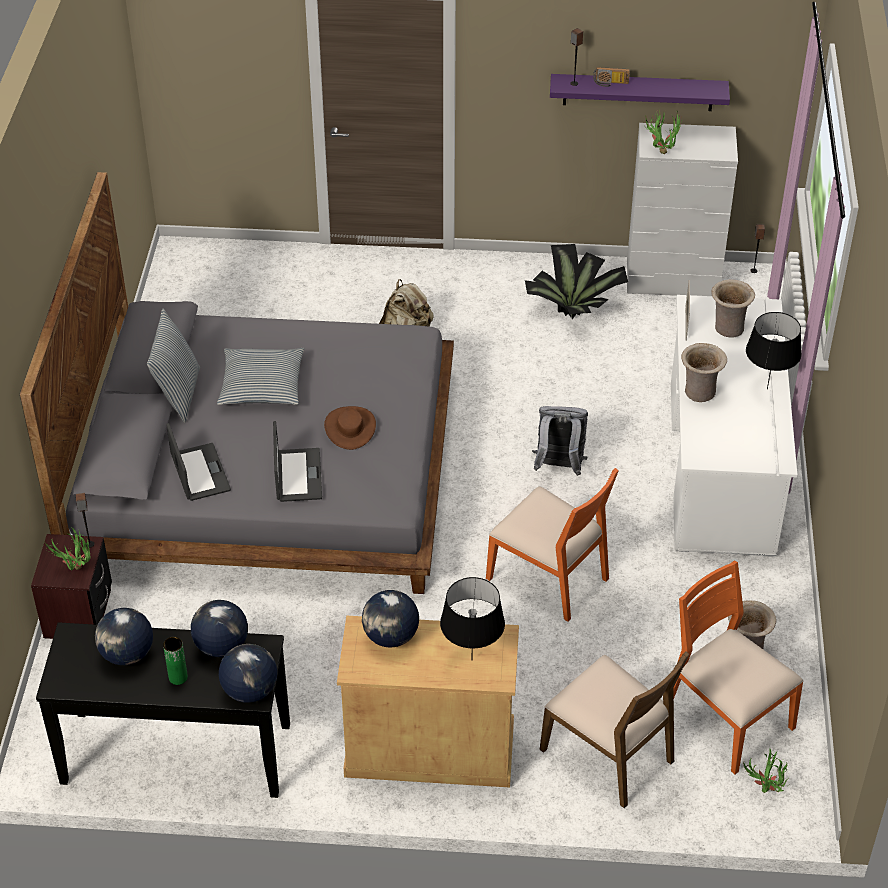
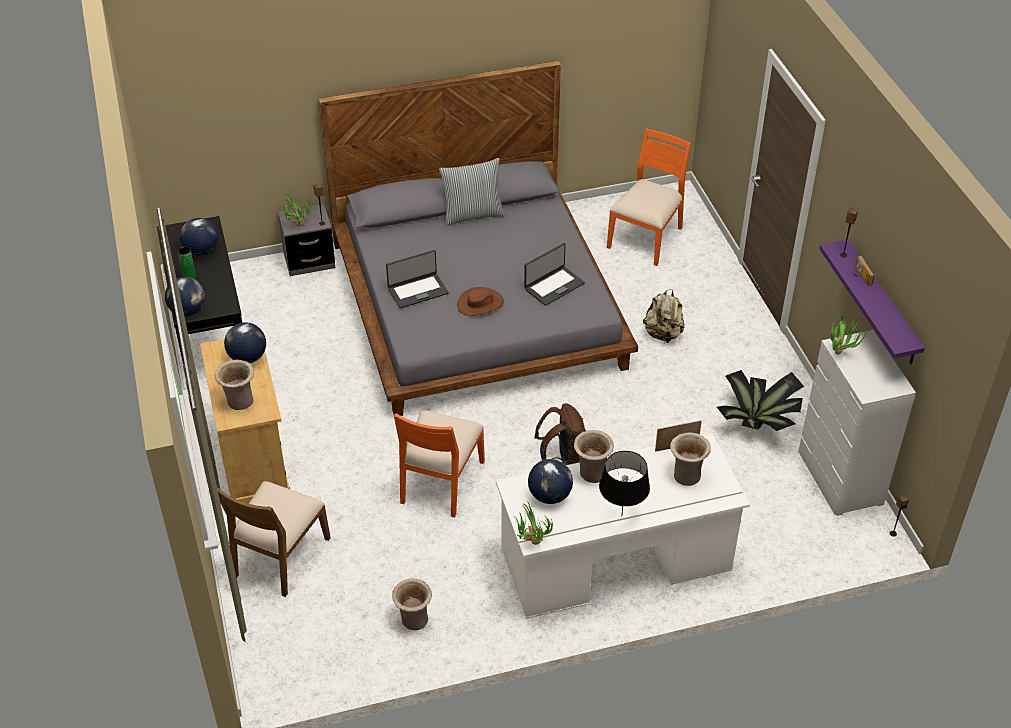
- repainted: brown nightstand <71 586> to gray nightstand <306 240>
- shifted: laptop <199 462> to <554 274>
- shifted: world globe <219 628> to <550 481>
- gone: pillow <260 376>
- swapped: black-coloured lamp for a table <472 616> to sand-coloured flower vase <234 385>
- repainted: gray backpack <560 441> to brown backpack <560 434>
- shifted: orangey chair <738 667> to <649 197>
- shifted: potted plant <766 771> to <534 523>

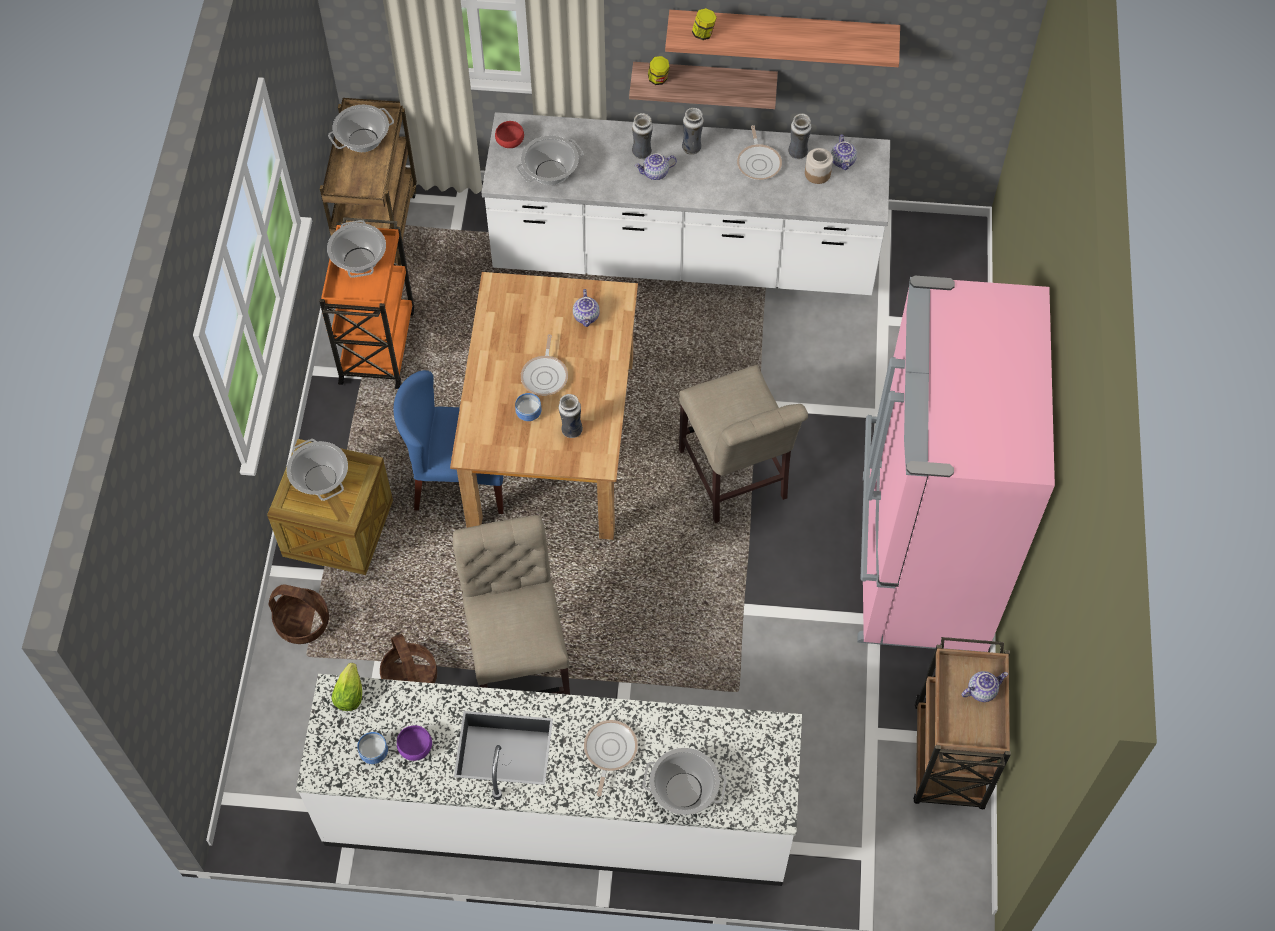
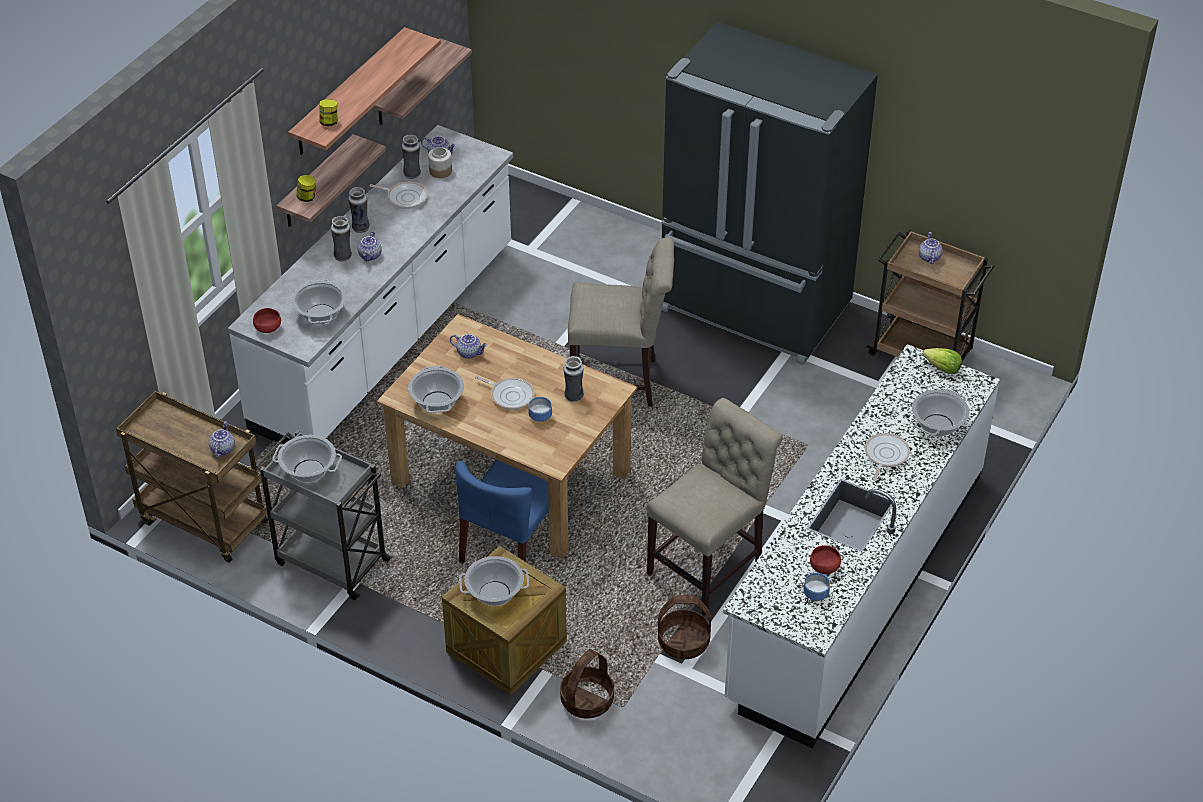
- repainted: orangey trolley <366 303> to gray trolley <324 515>
- shifted: stockpot <361 128> to <436 389>
- shifted: lettuce head <346 687> to <942 361>
- repainted: purple serving bowl <414 743> to red serving bowl <825 559>
- rotated: sand-coloured chair <511 605> = <715 507> 120 degrees clockwise
- rotated: skillet <611 758> = <887 456> 75 degrees clockwise
- repainted: pink-coloured kitchen fridge <956 463> to black-coloured kitchen fridge <770 193>
- new: tea pot <222 439>
- new: bracket shelf <422 81>

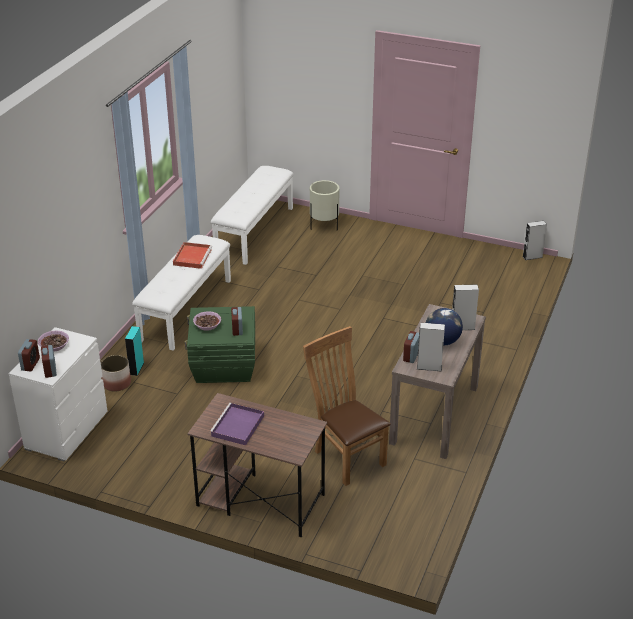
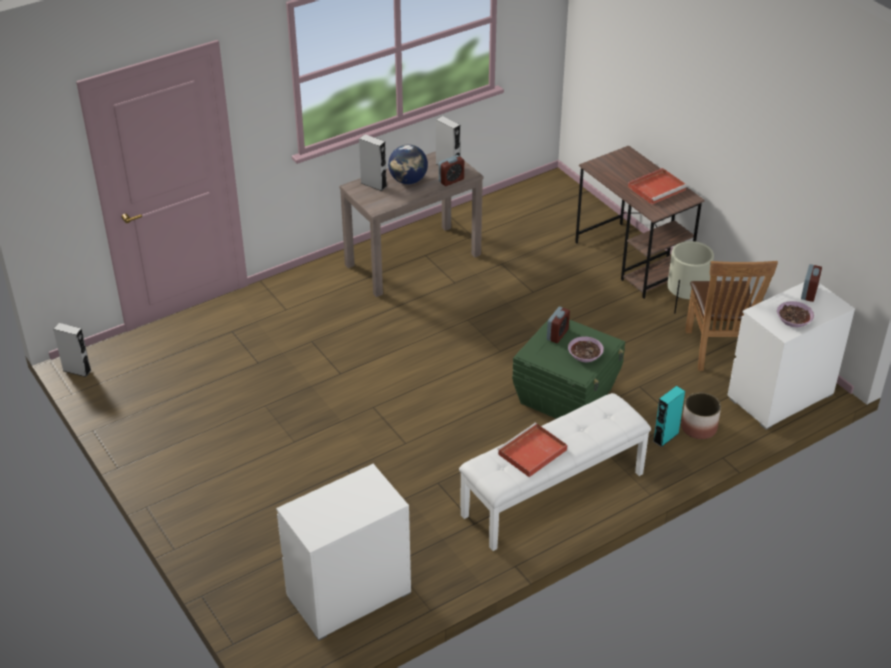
- gone: alarm clock <29 355>
- repainted: purple tray <237 424> to red tray <657 186>
- swapped: white indoor bench <252 215> to white dresser <343 552>
- shifted: brown chair <347 406> to <731 316>
- shifted: sand-coloured flower pot <324 205> to <690 277>

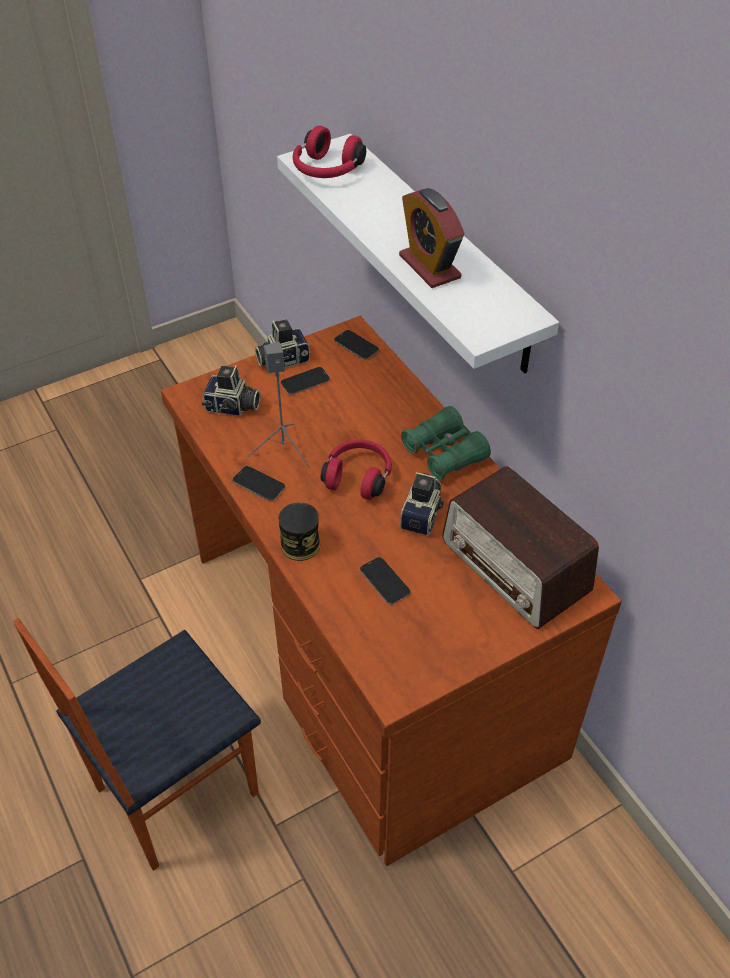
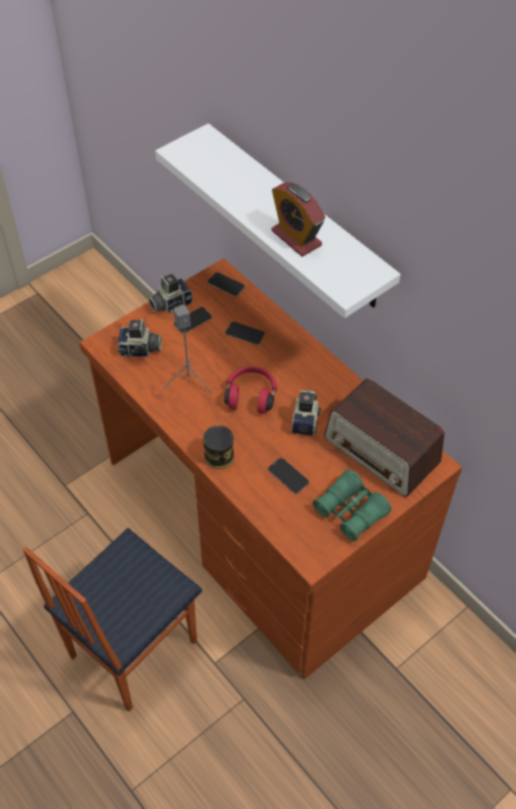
- shifted: phone <259 483> to <245 333>
- gone: red pair of headphones <329 152>
- shifted: green field glasses <446 443> to <352 505>

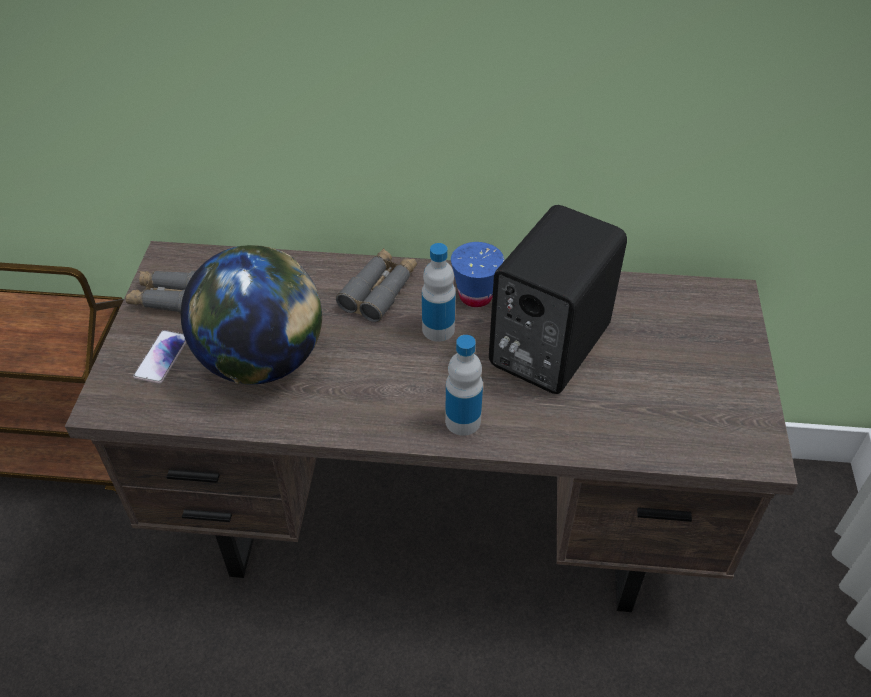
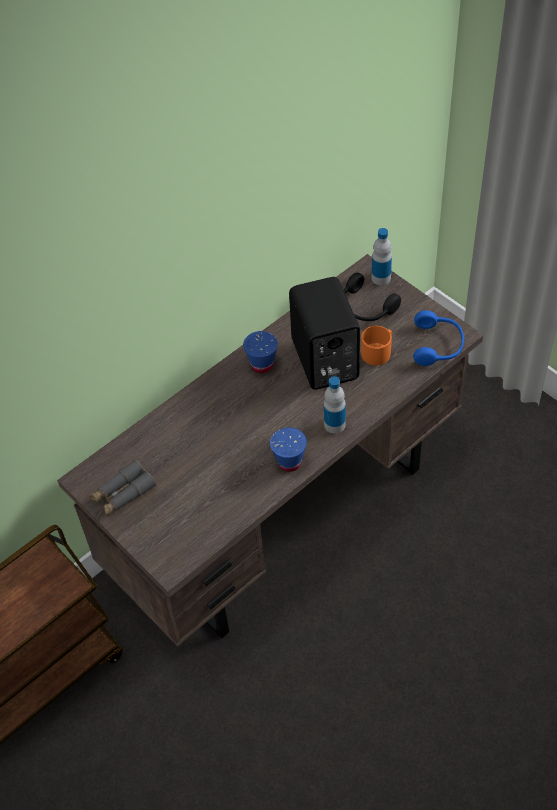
- gone: phone <159 357>
- gone: world globe <251 314>
- gone: gray field glasses <376 285>
- shifted: drink bottle <439 292> to <381 256>
- new: blue drinking cup <288 449>
- new: black-coloured pair of headphones <372 297>
- new: orangey tea mug <376 346>
- new: blue pair of headphones <439 338>

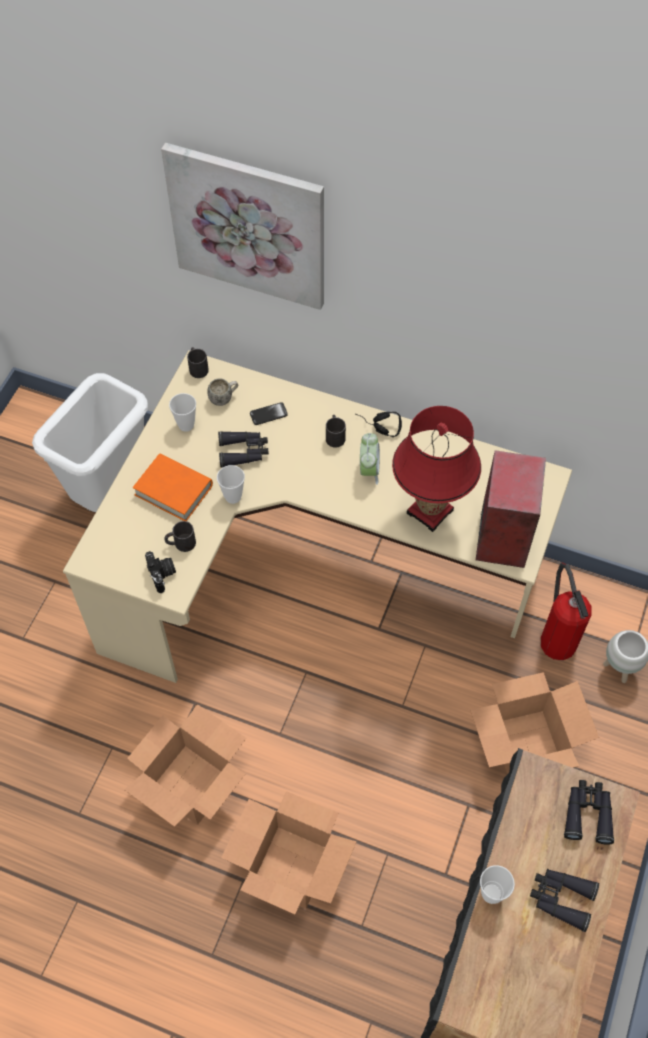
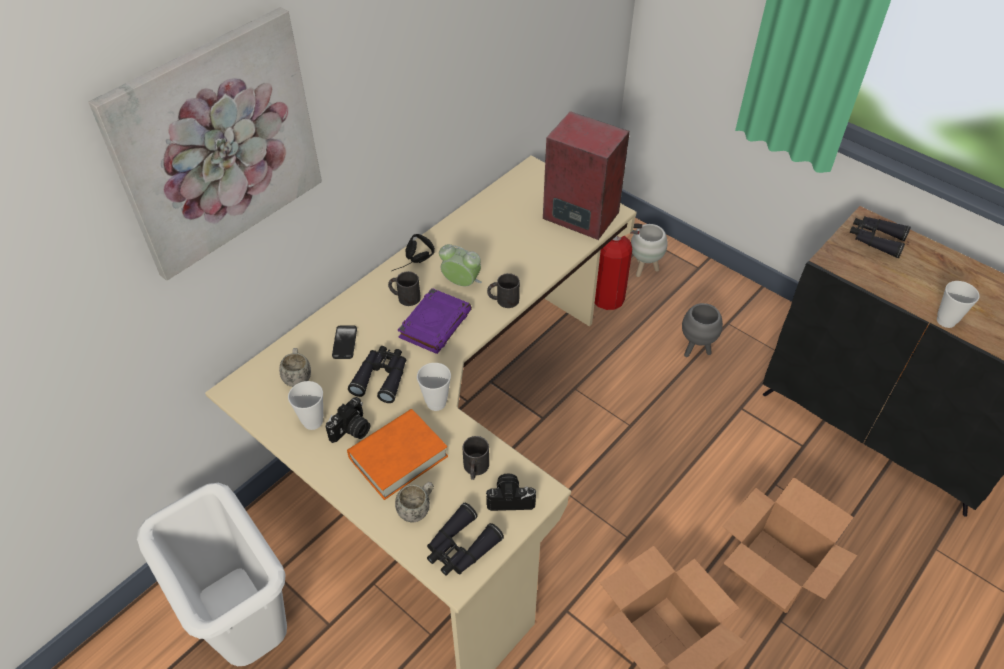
- shifted: black-coloured tea mug <198 362> to <503 290>
- gone: red lamp for a table <436 469>
- swapped: cardboard box <534 723> to gray flower pot <702 330>
- shifted: black-coloured field glasses <564 900> to <465 539>
- new: photo camera <348 420>
- new: white tea mug <414 502>
- new: purple bound book <435 321>

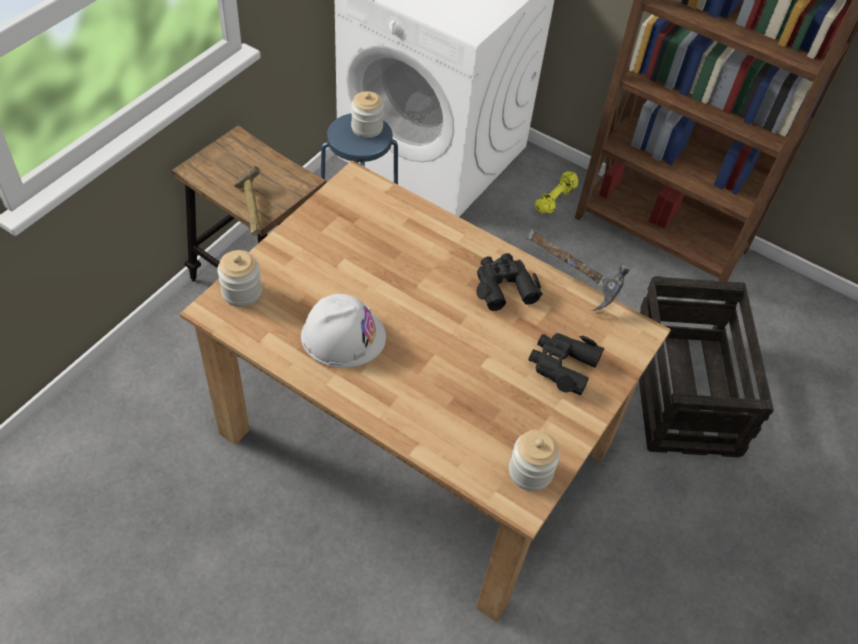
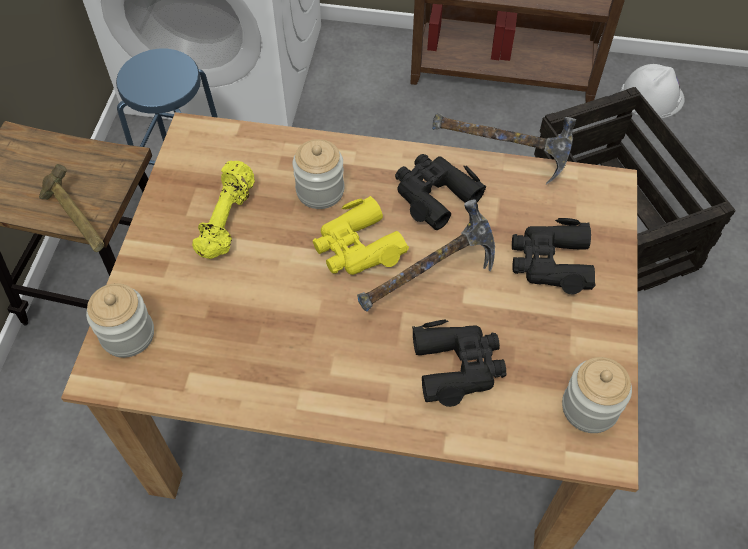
- shifted: white work helmet <343 331> to <652 91>
- shifted: storage jar <367 114> to <318 174>
- shifted: yellowish hand weight <556 192> to <223 210>
- new: yellowish field glasses <361 235>
- new: hammer <426 256>
- new: black-coloured field glasses <459 363>

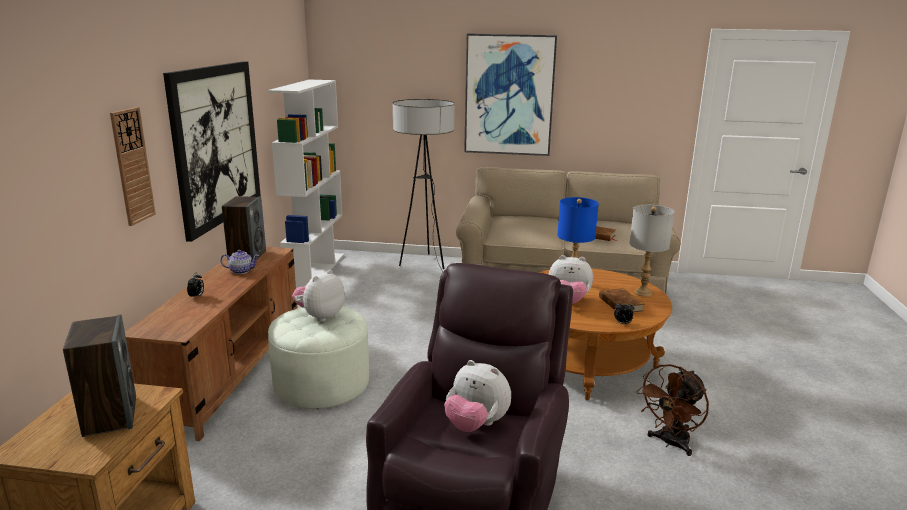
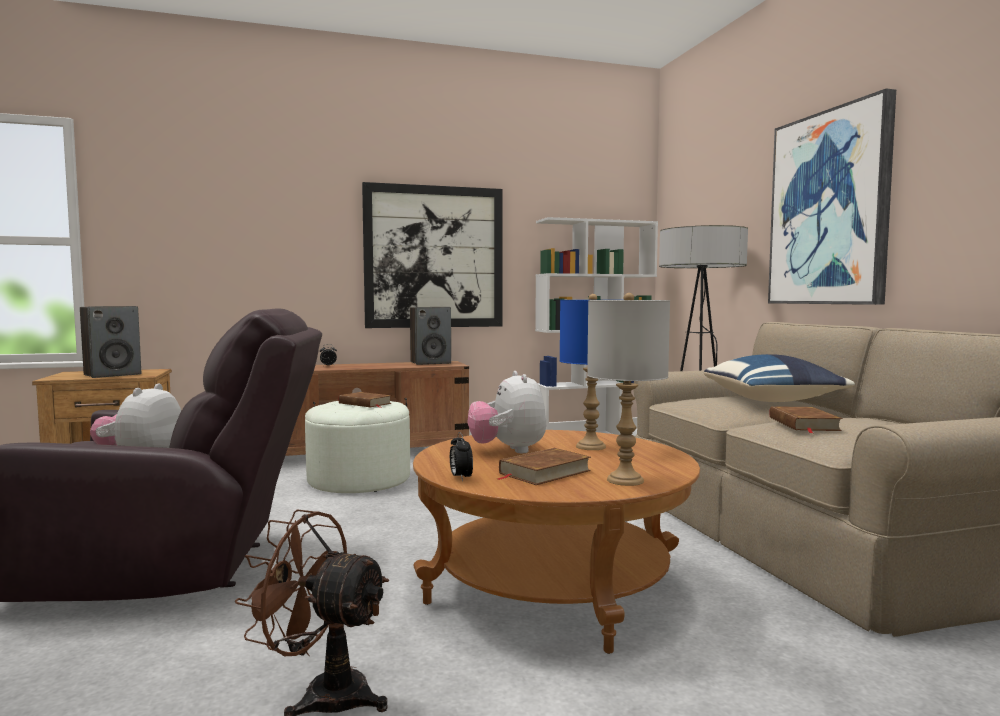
- gone: clock on the wall <133 166>
- gone: tea pot <239 262>
- swapped: soft toy <318 296> to brown bound book <365 400>
- new: blue pillow <779 378>

